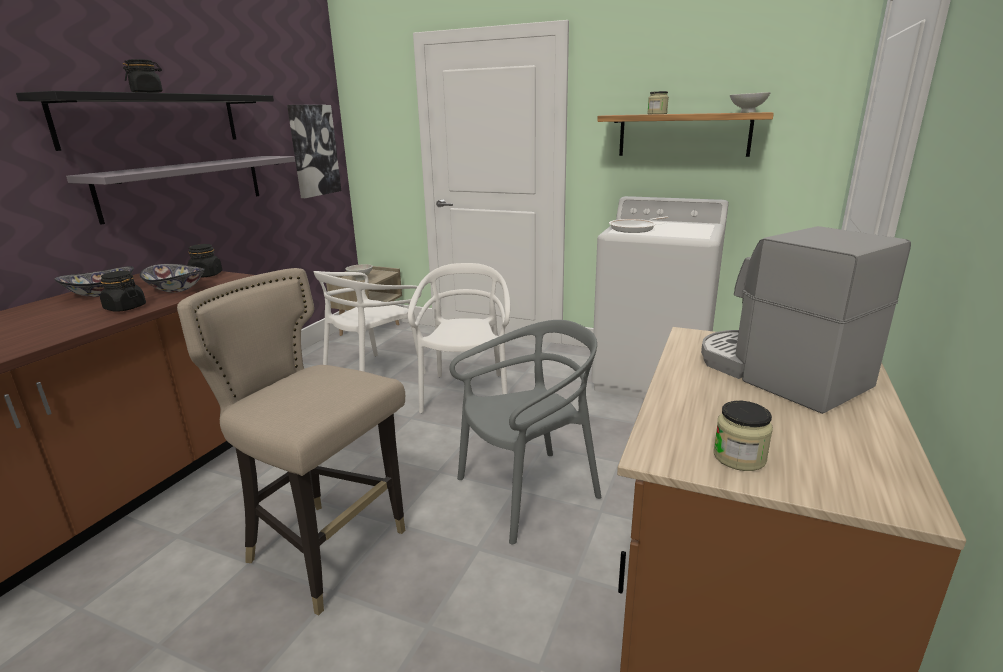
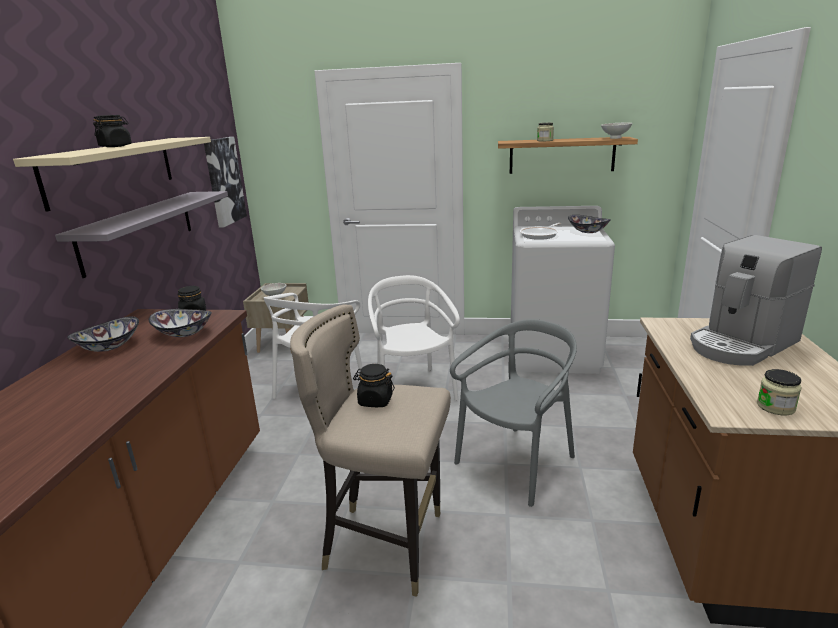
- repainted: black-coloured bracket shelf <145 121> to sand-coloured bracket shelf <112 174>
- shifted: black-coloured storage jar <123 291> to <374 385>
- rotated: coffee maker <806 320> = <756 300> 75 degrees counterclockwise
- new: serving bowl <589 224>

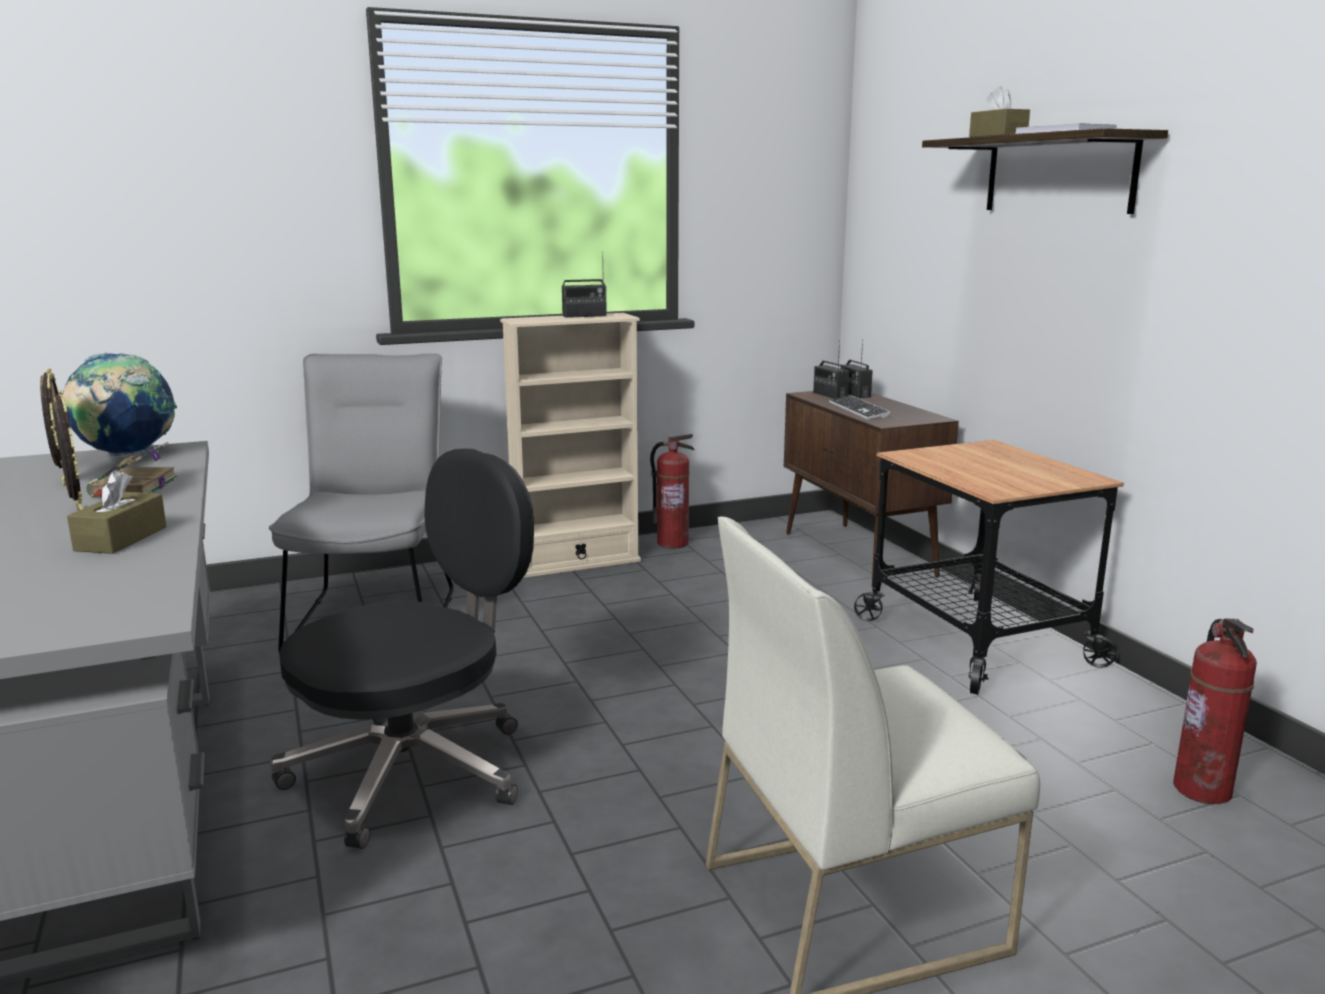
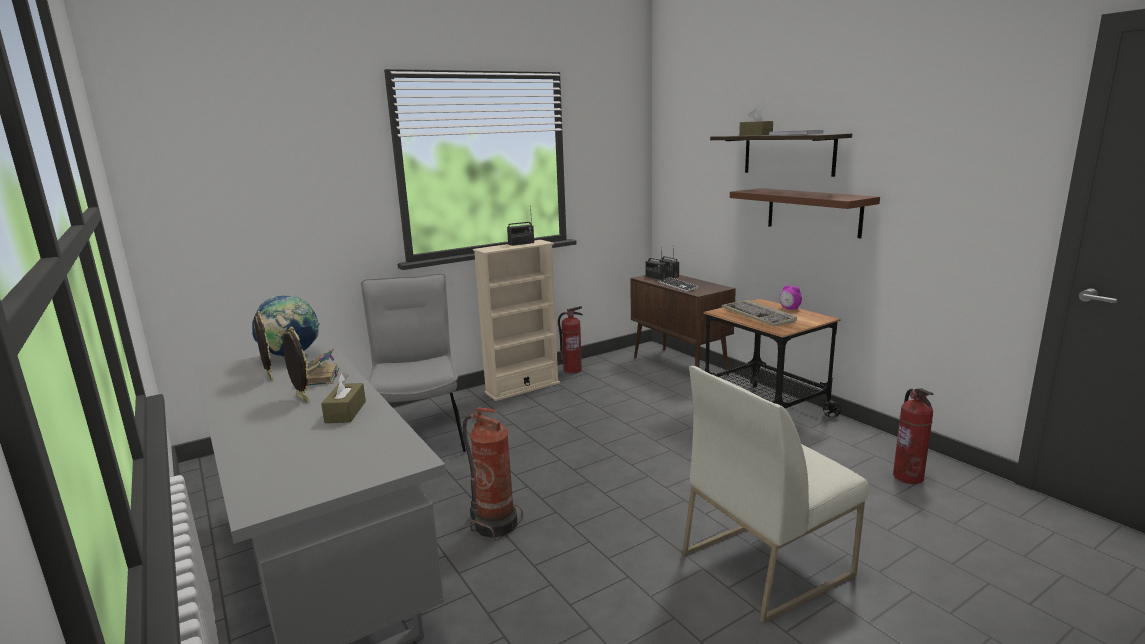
- swapped: black-coloured computer chair <402 648> to extinguisher <493 474>
- new: PC keyboard <759 313>
- new: brown bracket shelf <805 213>
- new: alarm clock <791 297>

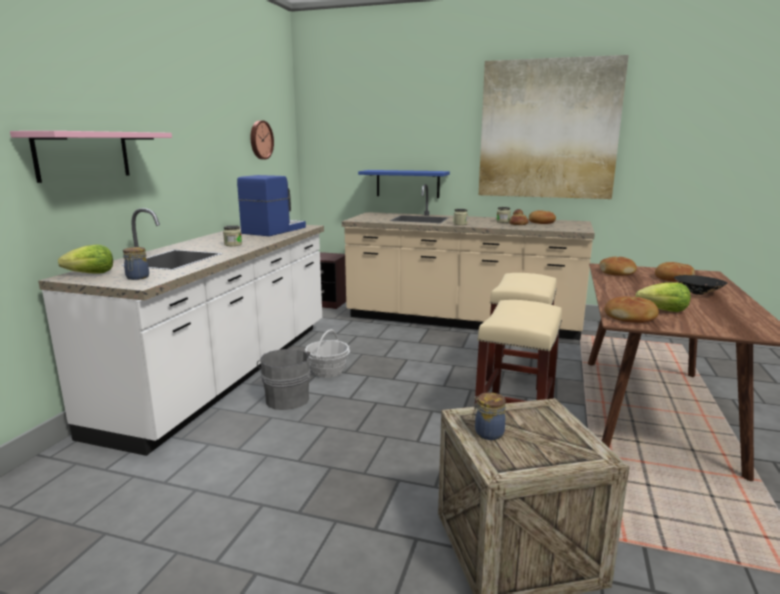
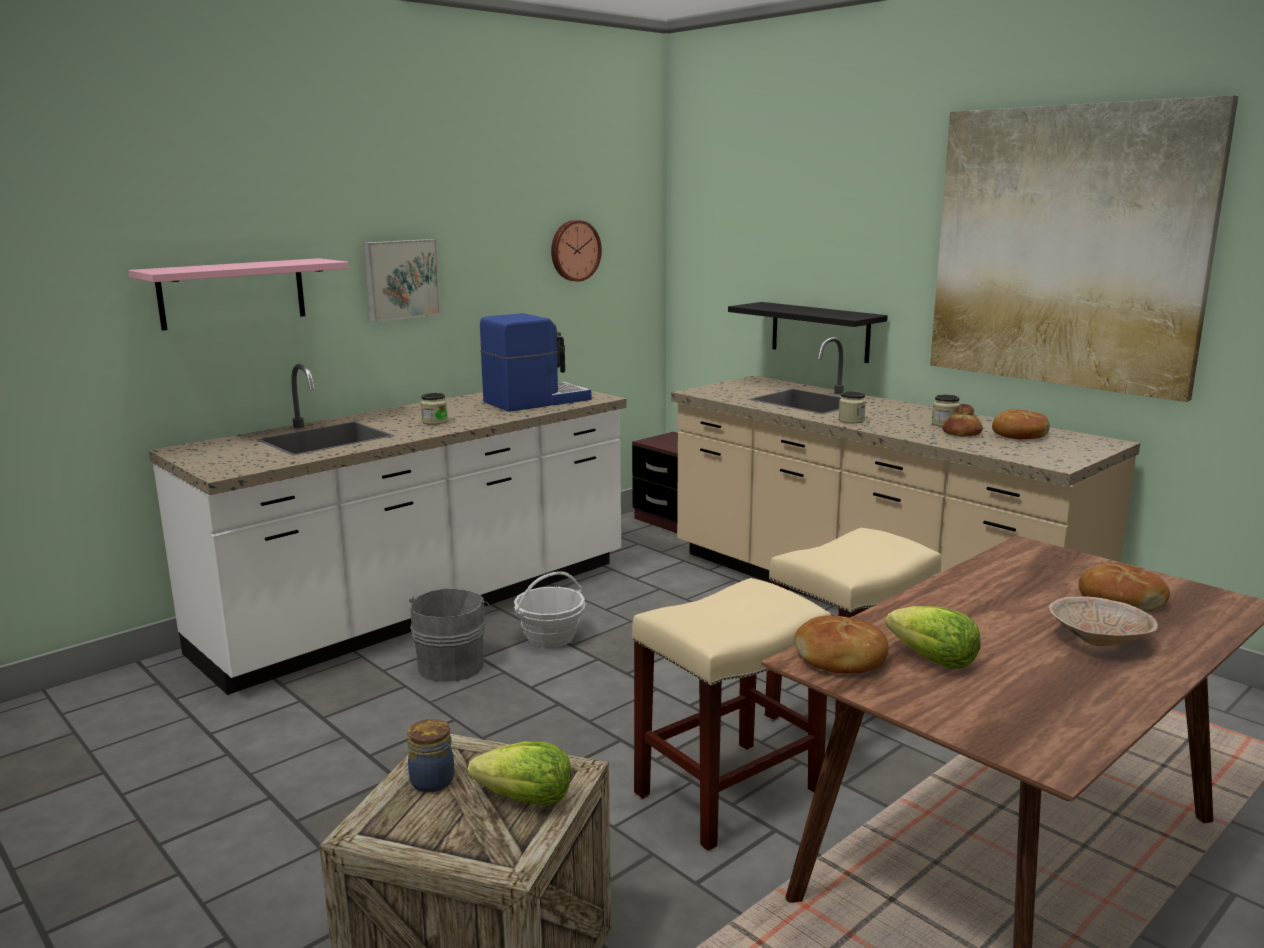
- shifted: lettuce head <85 259> to <519 774>
- gone: storage jar <136 263>
- repainted: blue bracket shelf <404 184> to black-coloured bracket shelf <808 332>
- gone: bread <618 266>
- repainted: black-coloured serving bowl <700 285> to sand-coloured serving bowl <1103 621>
- new: wall picture <402 280>

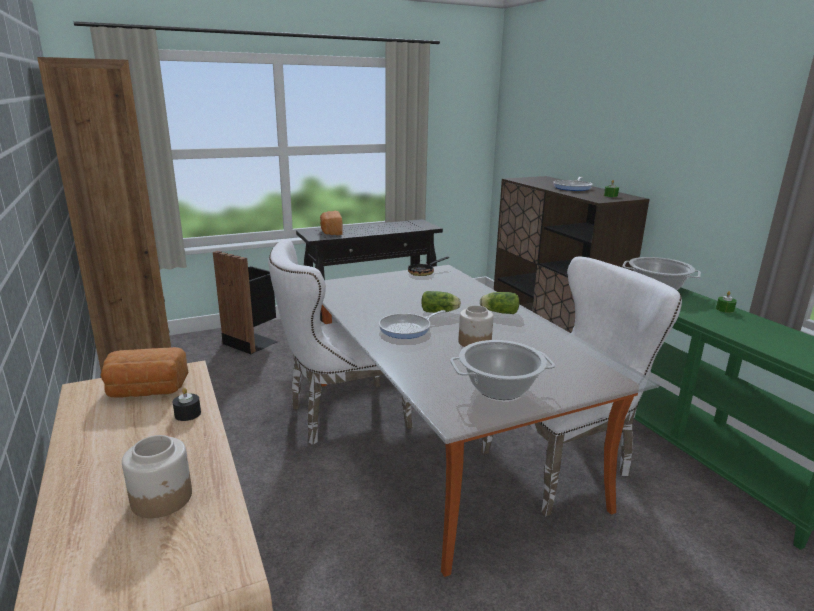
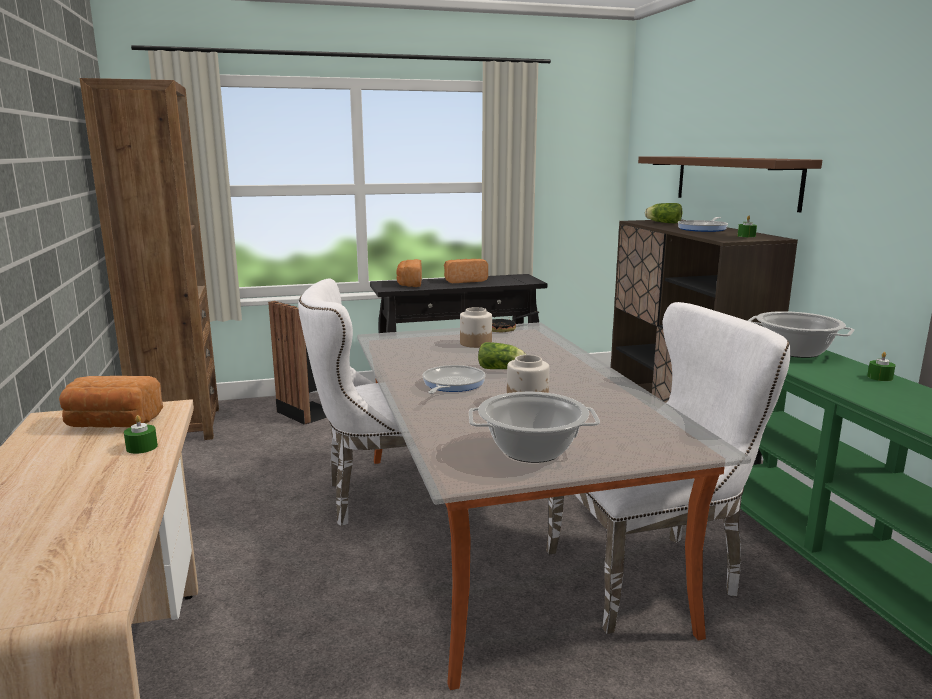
- shifted: storage jar <157 476> to <476 327>
- repainted: black-coloured candle <187 404> to green candle <141 434>
- rotated: skillet <412 324> = <454 379> 135 degrees clockwise
- shifted: lettuce head <499 303> to <663 213>
- new: bread <466 271>
- new: brown bracket shelf <730 184>

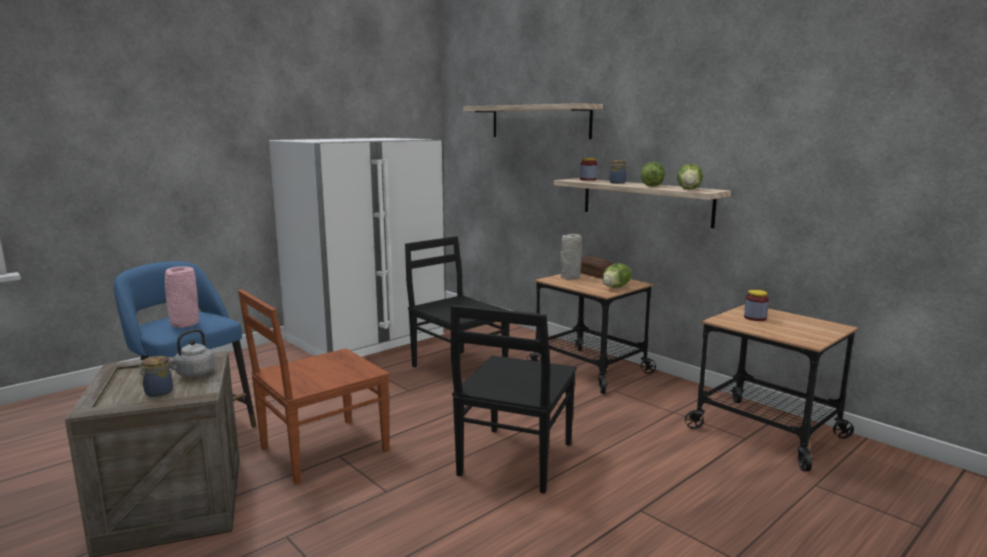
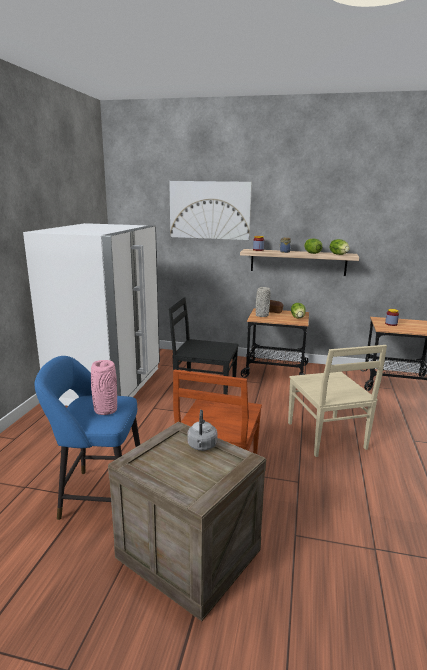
- gone: storage jar <156 376>
- repainted: black-coloured chair <514 399> to sand-coloured chair <337 401>
- swapped: bracket shelf <533 121> to wall picture <210 210>

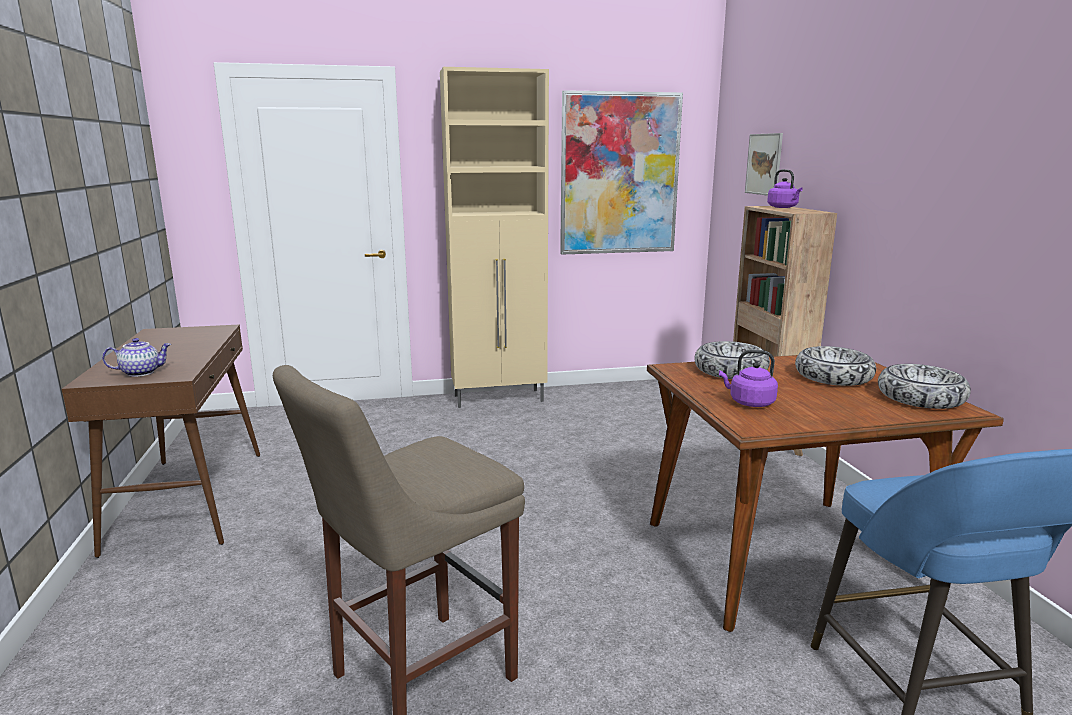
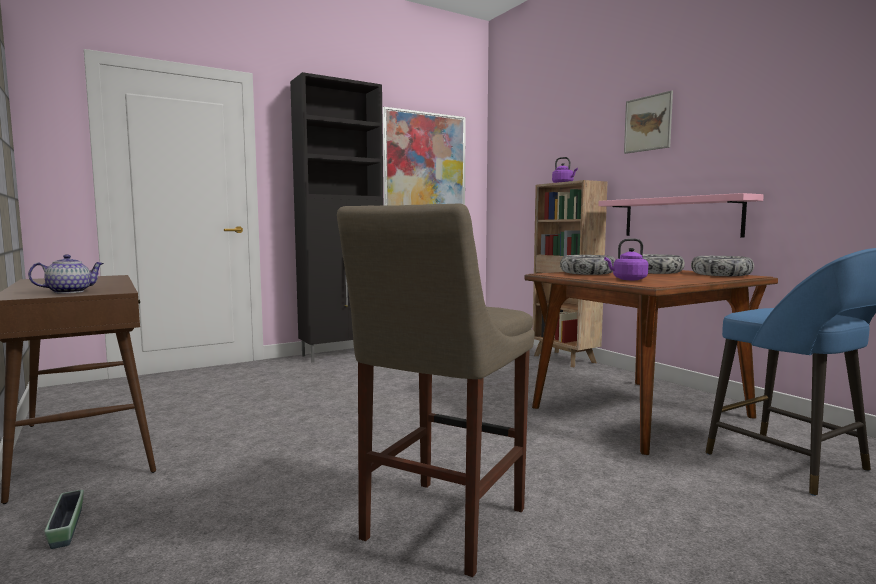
- repainted: sand-coloured storage cabinet <494 237> to black-coloured storage cabinet <336 217>
- shifted: wall picture <764 164> to <648 122>
- new: flower pot <64 519>
- new: pink-coloured bracket shelf <681 215>

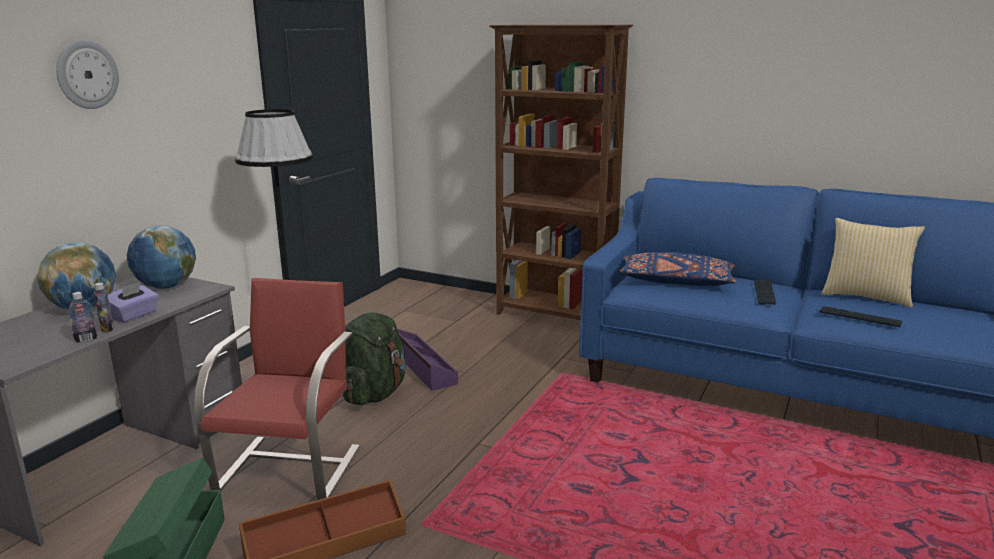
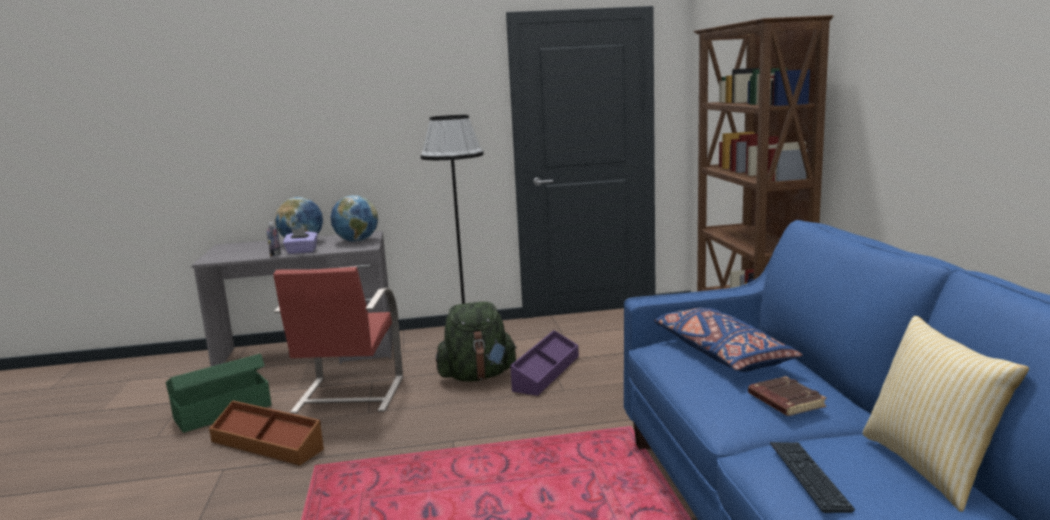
- gone: clock on the wall <87 74>
- gone: drink bottle <83 317>
- rotated: red chair <277 389> = <338 340> 120 degrees clockwise
- swapped: PC keyboard <765 292> to brown bound book <787 396>

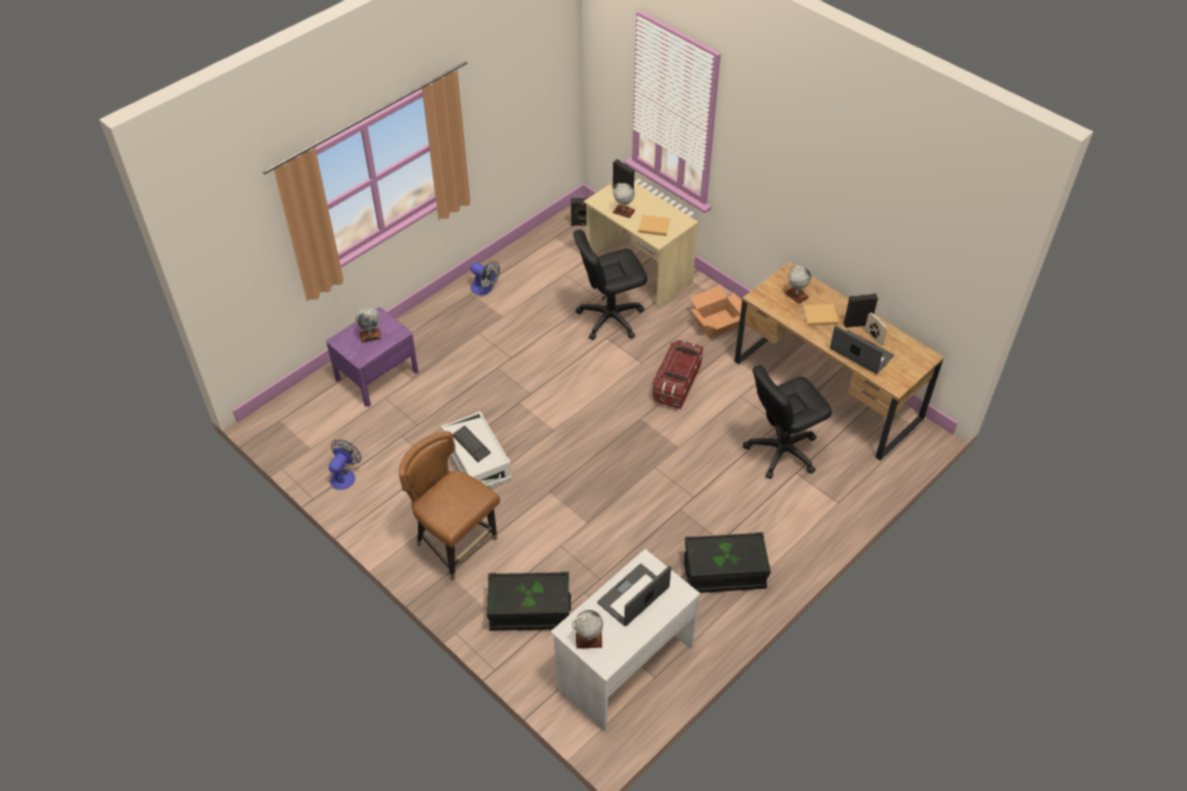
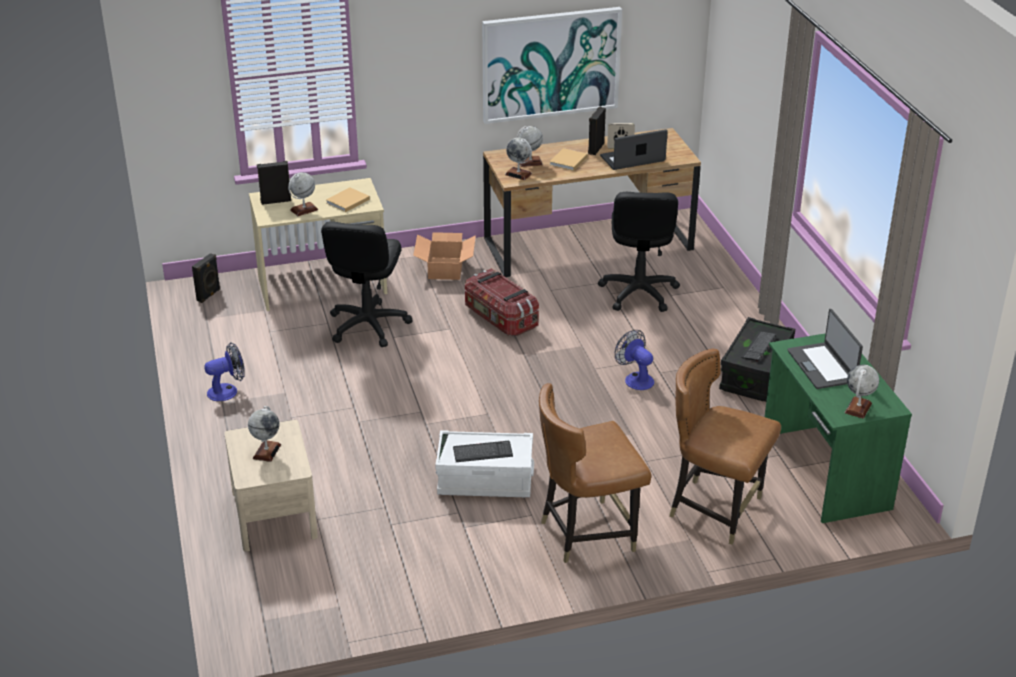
- repainted: purple nightstand <372 357> to sand-coloured nightstand <271 485>
- shifted: cooling fan <345 464> to <634 360>
- swapped: black-coloured storage bin <529 601> to brown chair <725 447>
- repainted: white desk table <625 640> to green desk table <838 428>
- new: wall picture <552 65>
- new: world globe <518 159>
- new: PC keyboard <758 346>

